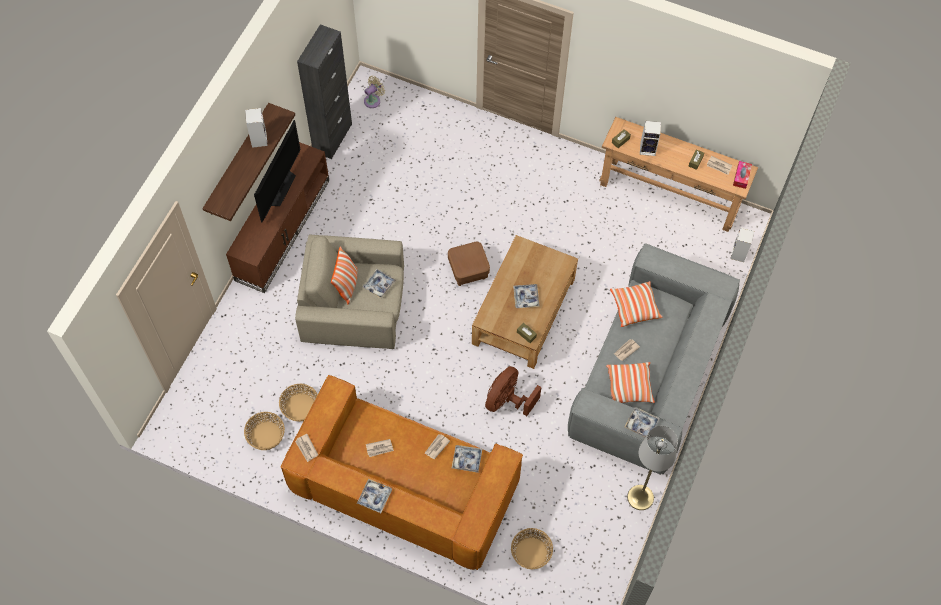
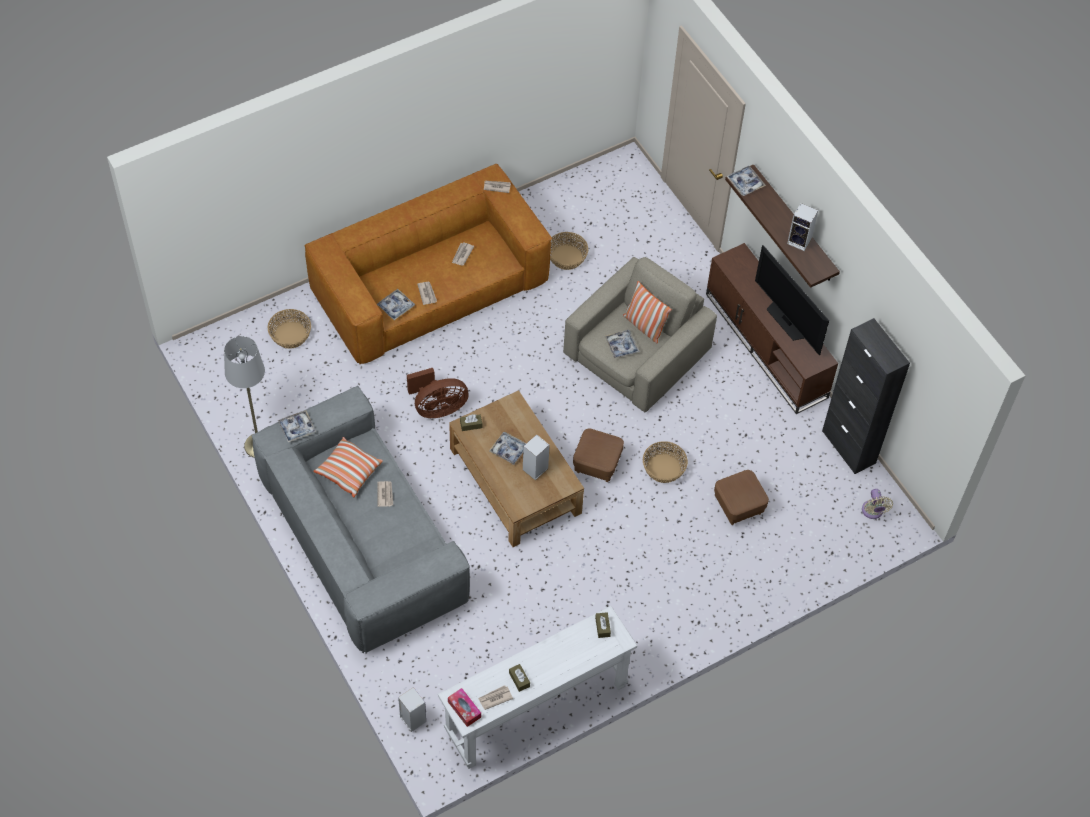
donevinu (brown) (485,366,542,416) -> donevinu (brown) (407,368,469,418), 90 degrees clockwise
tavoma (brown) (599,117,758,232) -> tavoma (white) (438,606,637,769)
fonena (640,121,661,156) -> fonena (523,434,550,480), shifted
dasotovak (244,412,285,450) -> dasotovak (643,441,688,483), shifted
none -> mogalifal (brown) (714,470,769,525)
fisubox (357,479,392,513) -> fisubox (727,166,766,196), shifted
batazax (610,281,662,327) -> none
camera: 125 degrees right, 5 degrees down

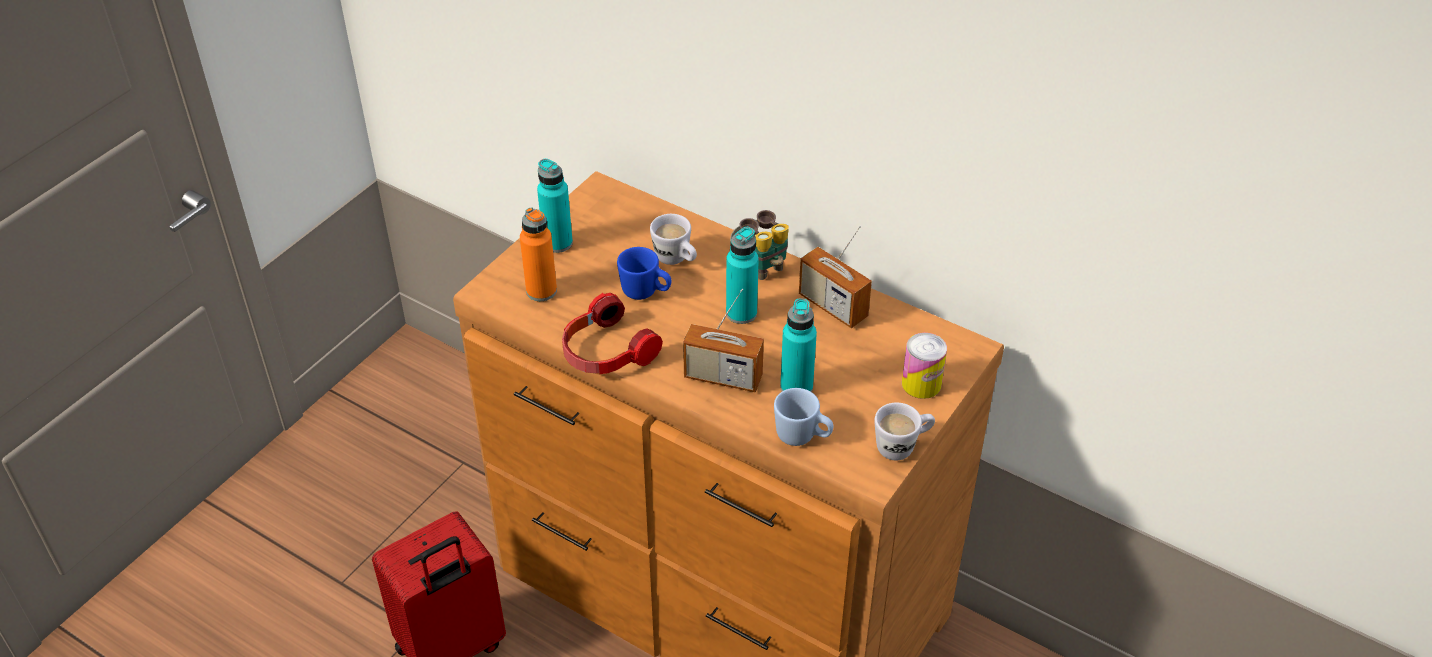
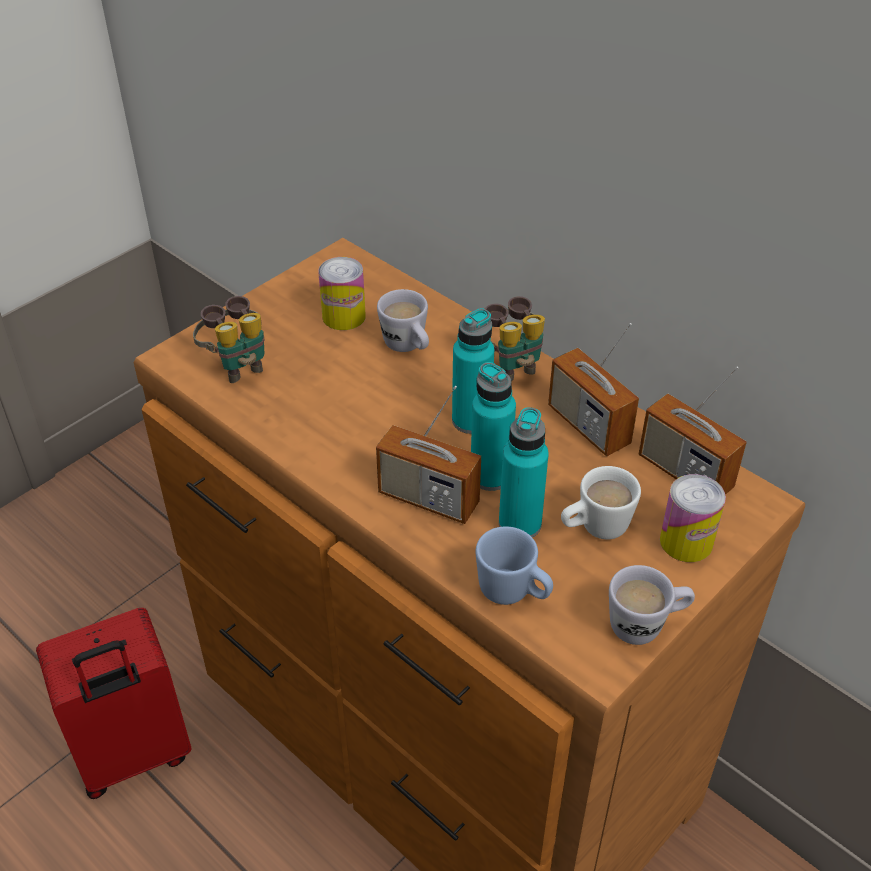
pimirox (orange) (520,207,557,301) -> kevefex (193,296,265,383)
none -> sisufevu (318,257,366,330)
pimirox (turquoise) (537,159,573,253) -> pimirox (turquoise) (471,362,516,491), shifted
none -> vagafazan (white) (561,466,641,540)
none -> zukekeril (639,366,747,495)
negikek (562,293,663,374) -> none
vagafazan (blue) (617,247,671,300) -> none
camera: 10 degrees right, 0 degrees up

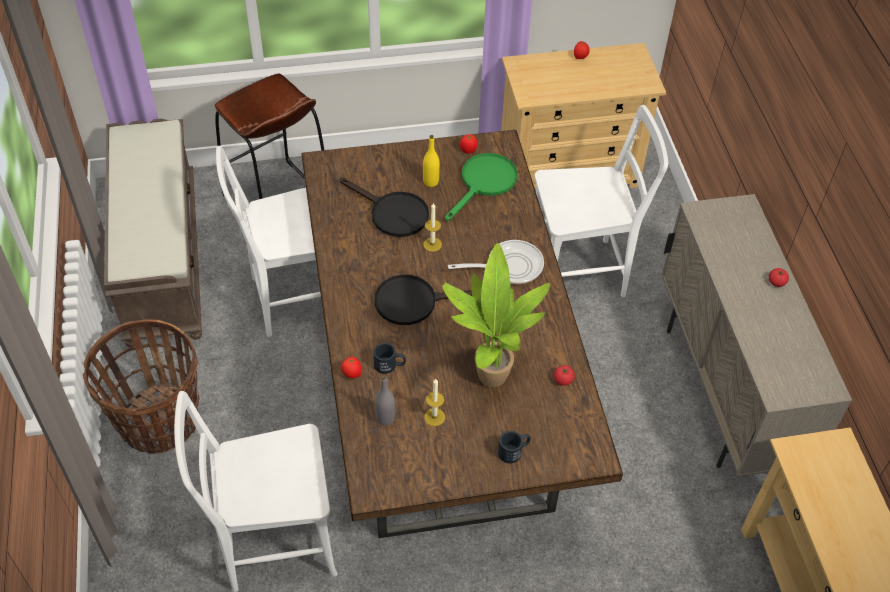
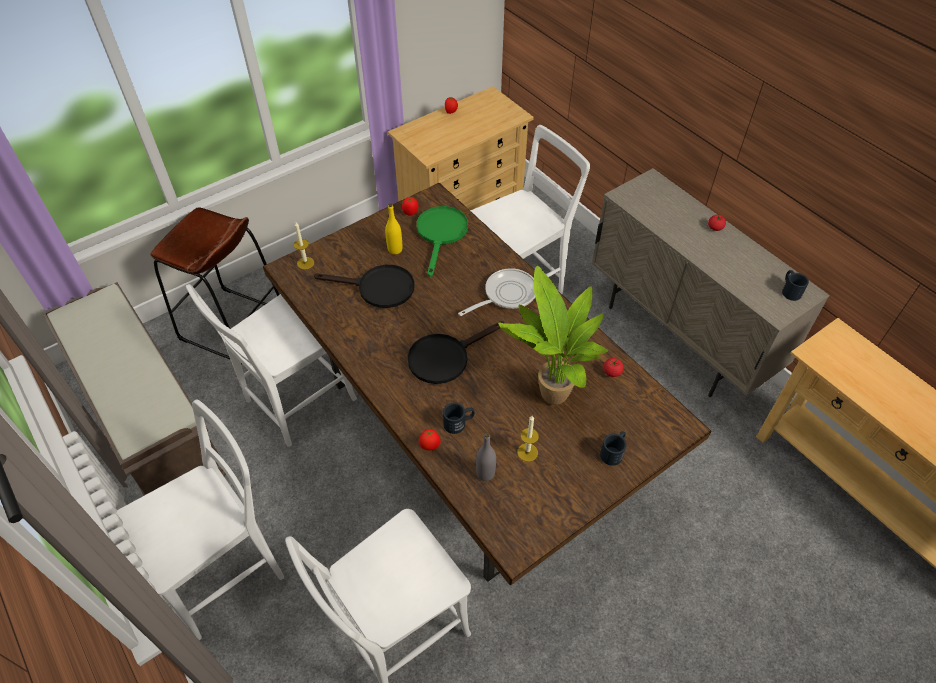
dasotovak (83,320,199,454) -> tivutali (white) (116,399,284,640)
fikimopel (423,203,442,252) -> fikimopel (294,222,314,270), shifted
none -> vagafazan (black) (782,270,809,301)
camera: 25 degrees left, 0 degrees up

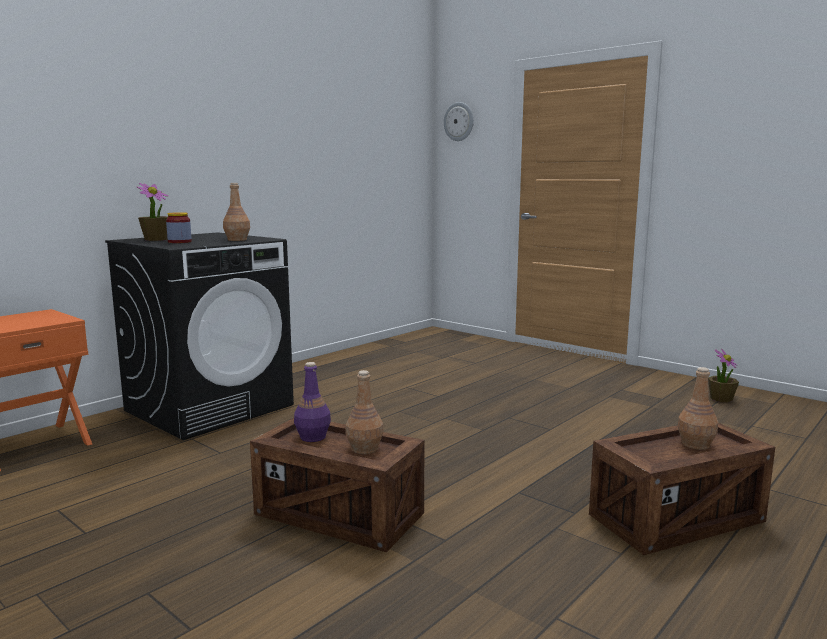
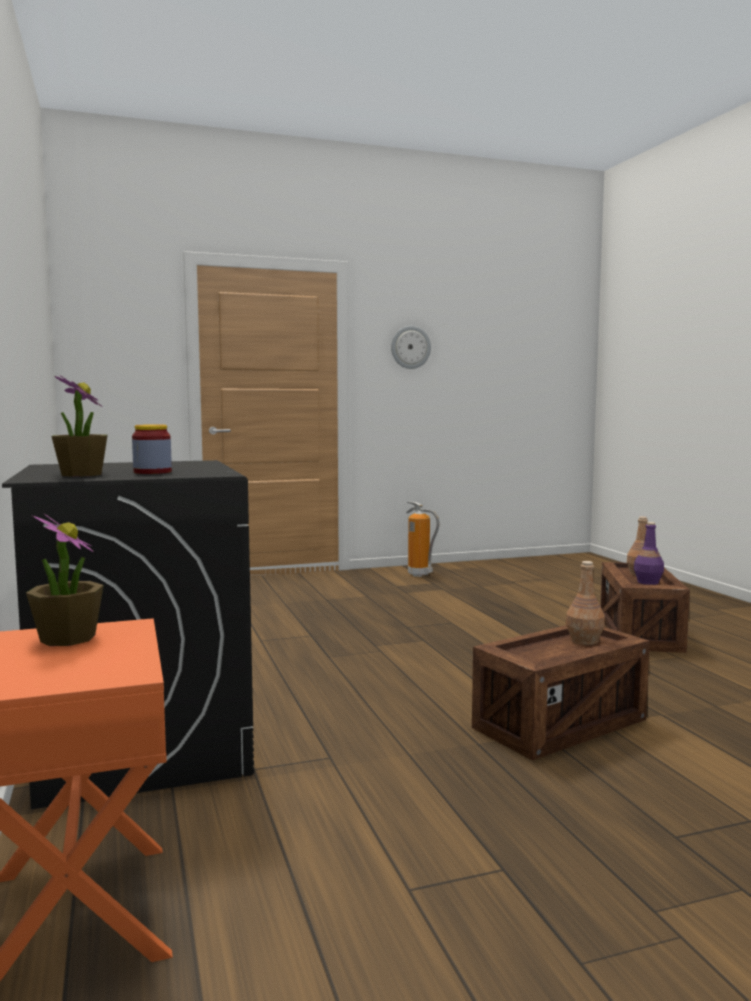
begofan (708,349,739,403) -> begofan (26,513,104,646), shifted
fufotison (444,102,474,141) -> fufotison (391,326,431,369), shifted
none -> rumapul (406,502,440,577)
pimirox (purple) (294,362,331,442) -> pimirox (purple) (634,522,664,585), shifted
pimirox (brown) (223,183,250,241) -> none
camera: 60 degrees left, 5 degrees down

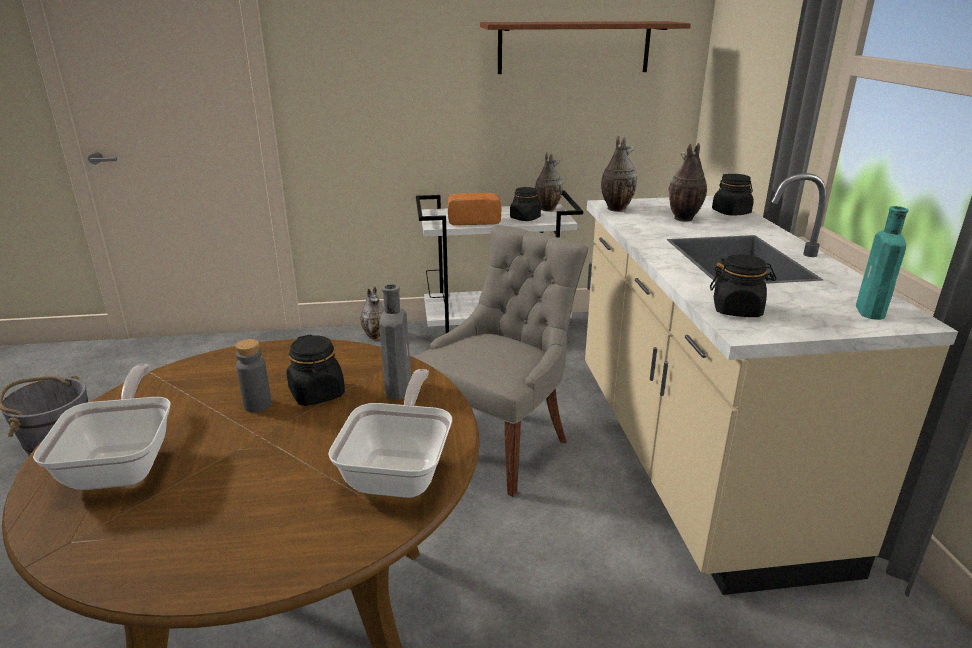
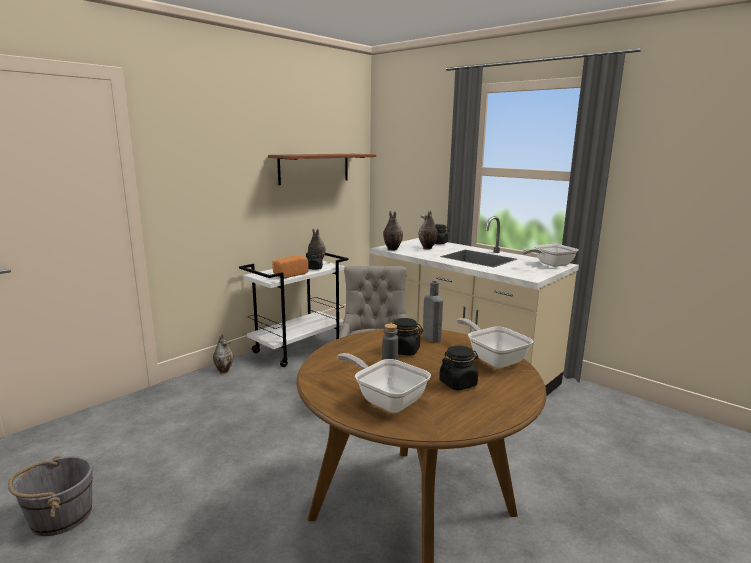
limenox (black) (710,254,776,317) -> limenox (black) (439,345,478,390), shifted
pimirox (turquoise) (856,206,909,320) -> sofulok (522,244,578,267)
camera: 40 degrees left, 10 degrees down

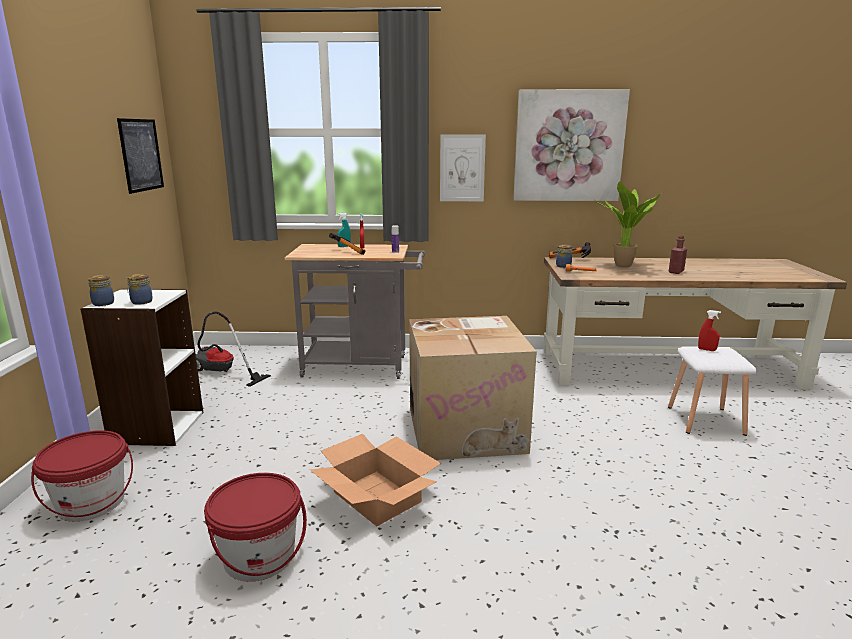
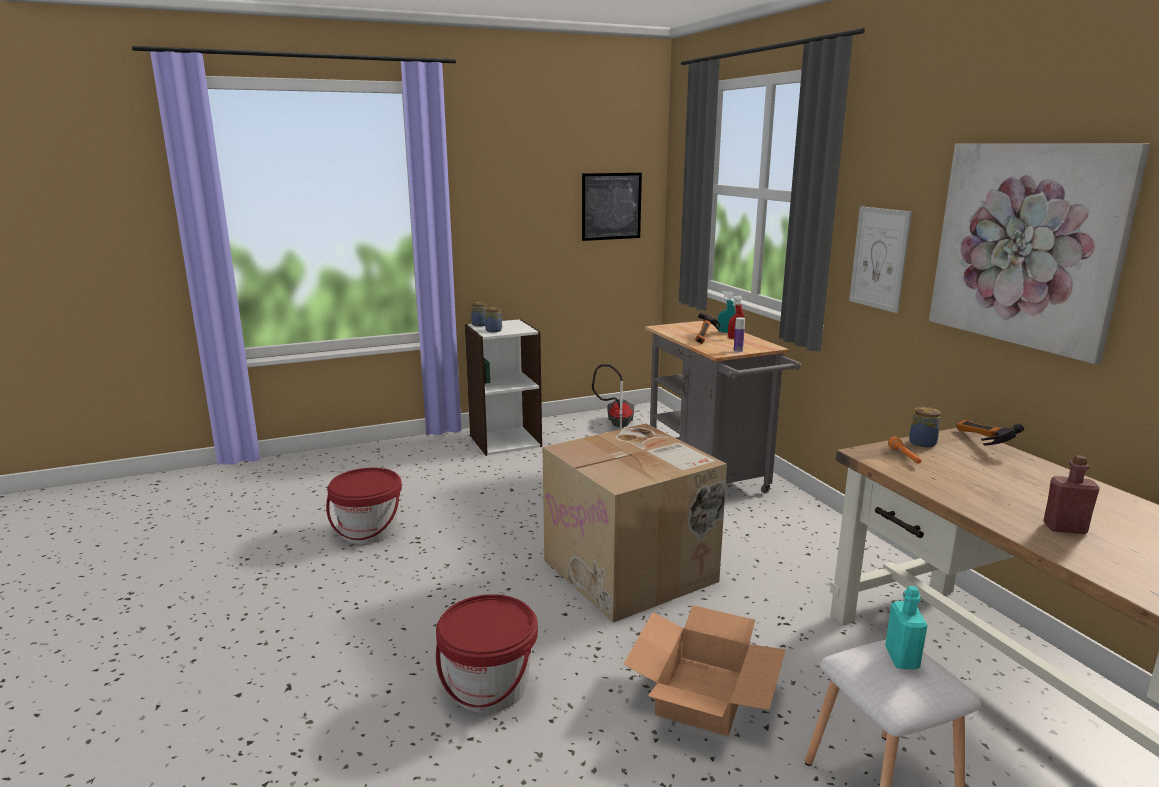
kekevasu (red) (31,430,133,522) -> kekevasu (red) (436,594,538,713), shifted
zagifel (310,434,441,526) -> zagifel (623,605,786,736), shifted
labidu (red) (698,310,721,351) -> pimirox (turquoise) (885,586,928,669)
begofan (596,181,663,268) -> none
camera: 65 degrees right, 0 degrees up

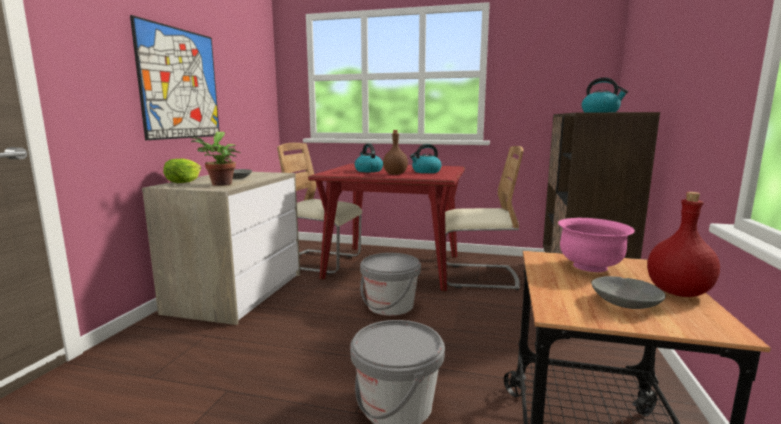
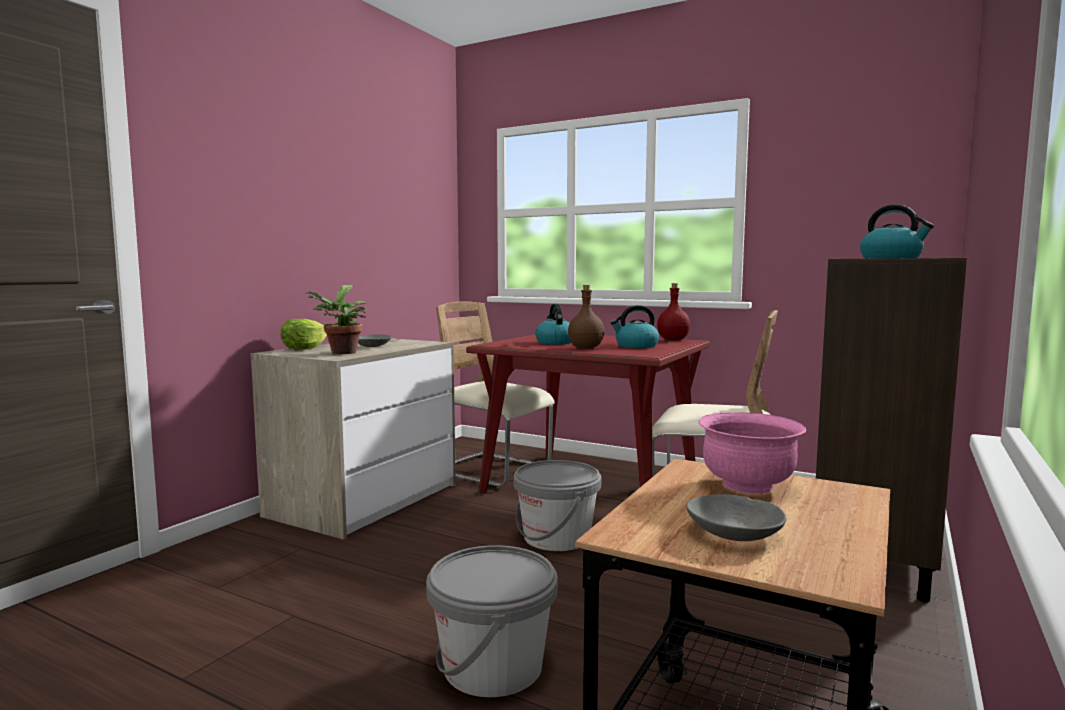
pimirox (red) (647,192,720,297) -> pimirox (red) (657,283,690,340), shifted
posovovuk (130,15,220,140) -> none
camera: 15 degrees right, 5 degrees down

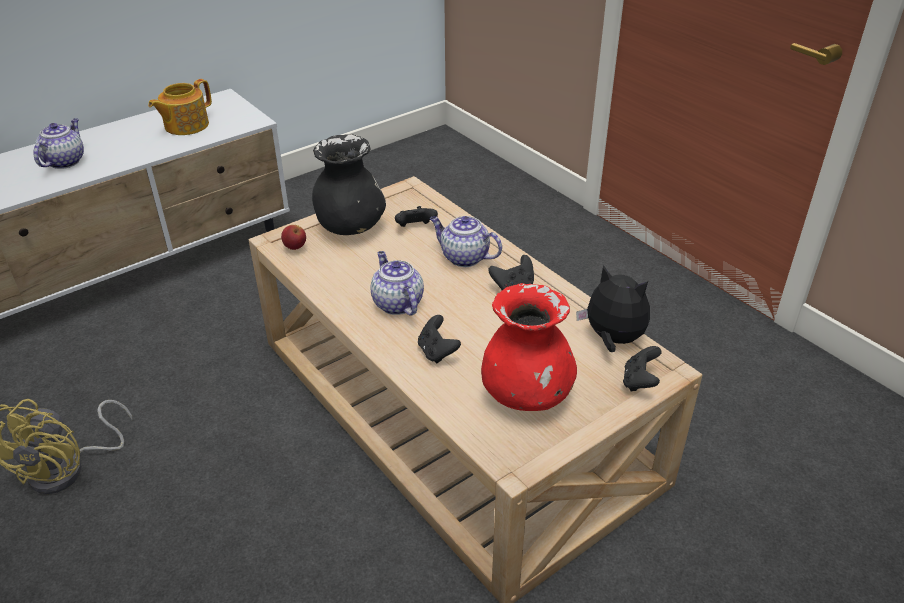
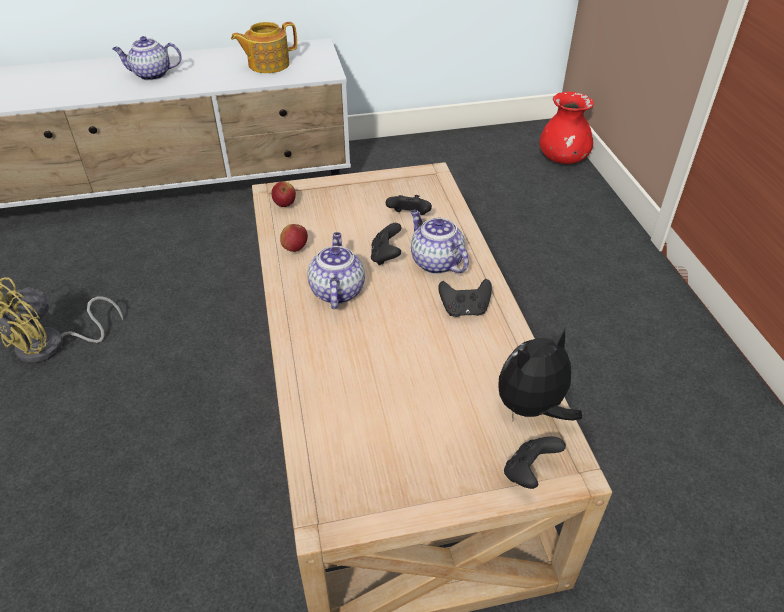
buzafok (34,118,84,169) -> buzafok (112,36,181,81), 135 degrees counterclockwise
none -> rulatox (280,224,308,252)
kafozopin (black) (418,315,461,364) -> kafozopin (black) (371,223,402,265), shifted
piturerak (576,265,650,352) -> piturerak (498,328,582,420), 90 degrees counterclockwise
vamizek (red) (481,283,577,411) -> vamizek (red) (539,92,594,164), shifted
vamizek (black) (312,134,386,235) -> none
camera: 25 degrees right, 5 degrees up

